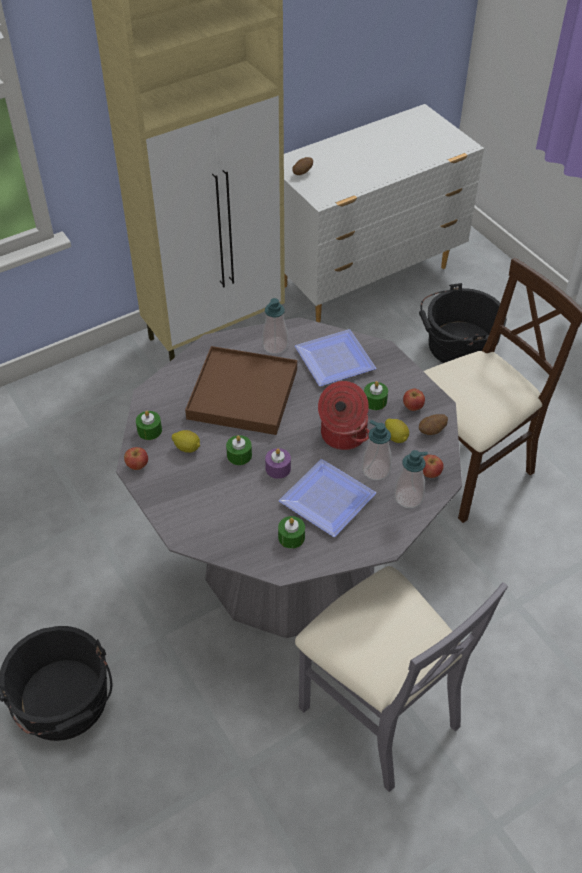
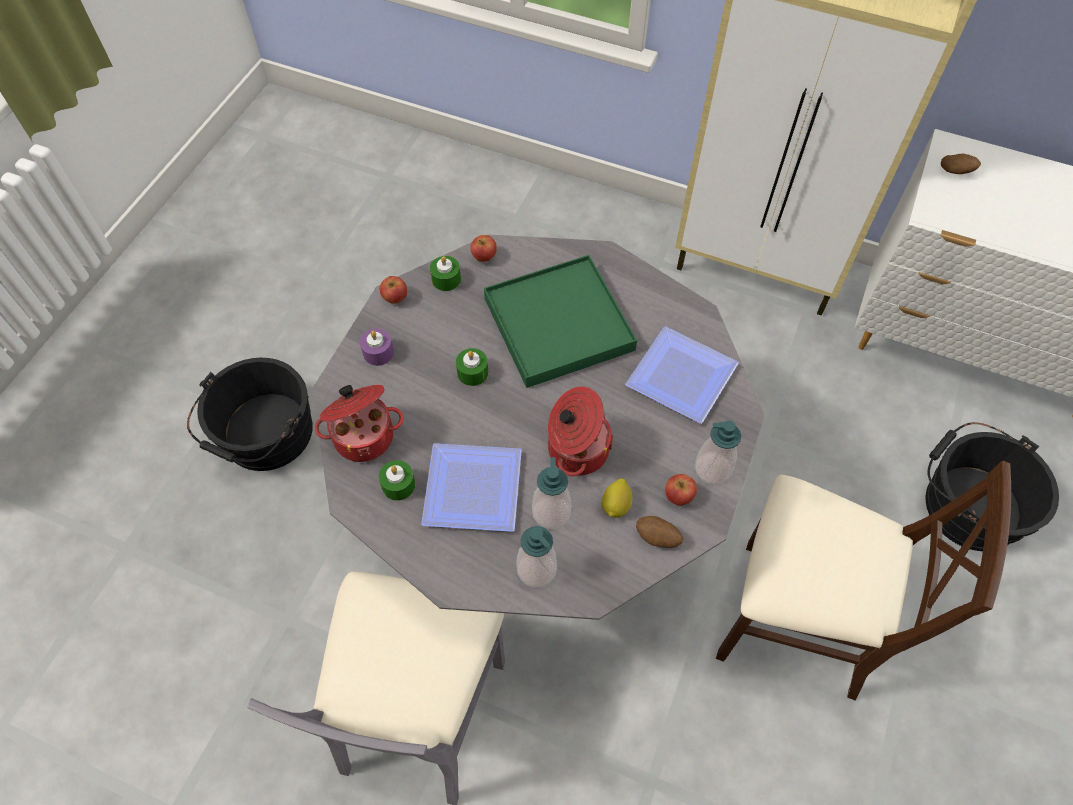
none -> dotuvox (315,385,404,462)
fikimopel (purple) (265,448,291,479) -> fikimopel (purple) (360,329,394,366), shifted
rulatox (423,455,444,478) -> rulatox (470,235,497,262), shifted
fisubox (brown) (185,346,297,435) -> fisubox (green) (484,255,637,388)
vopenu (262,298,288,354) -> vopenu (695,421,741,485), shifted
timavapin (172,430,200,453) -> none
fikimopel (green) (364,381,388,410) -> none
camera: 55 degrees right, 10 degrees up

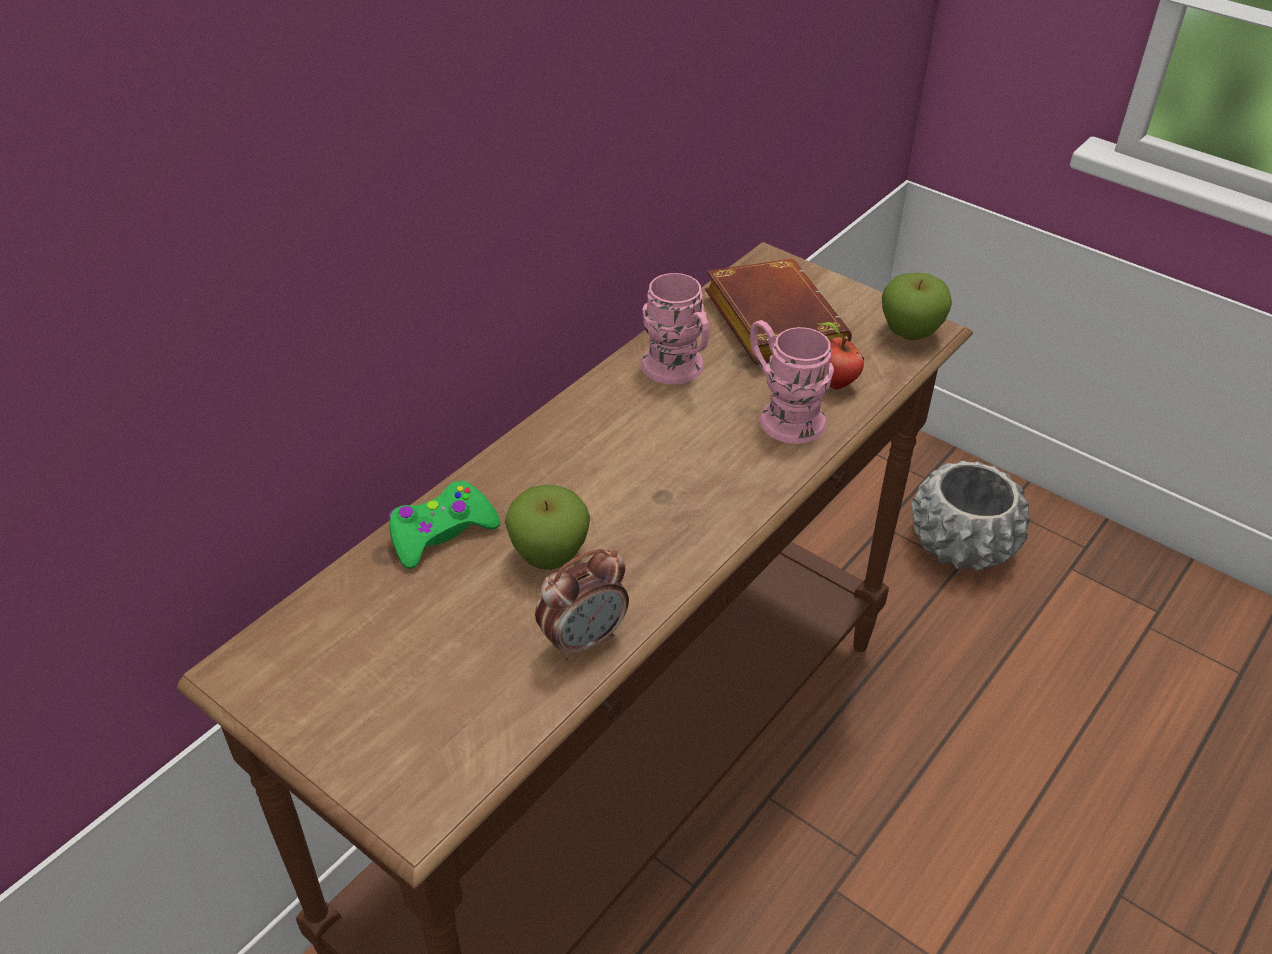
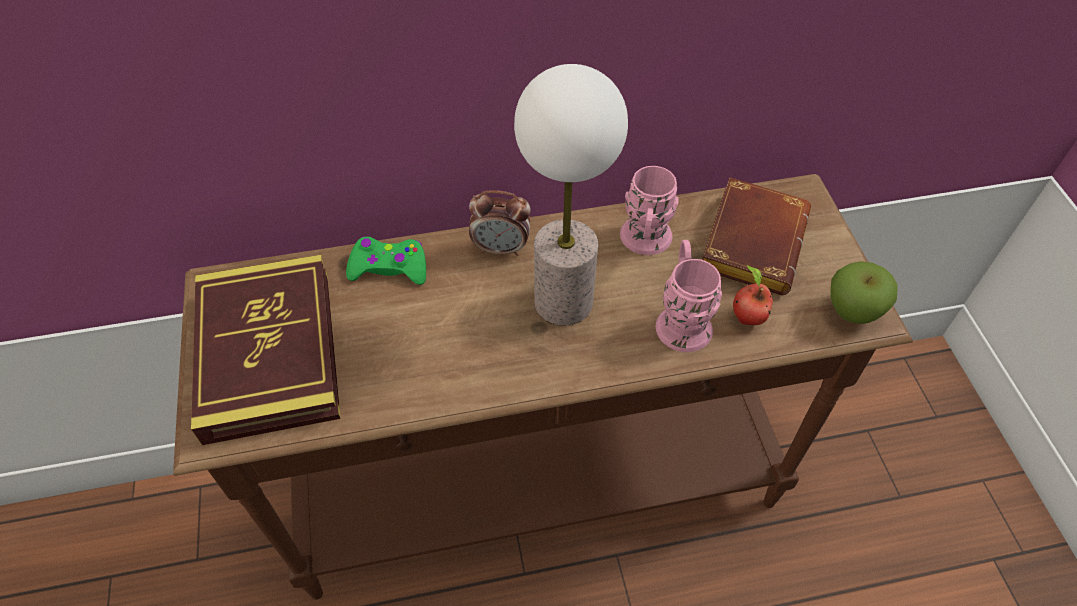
none -> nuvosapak (191,255,341,445)
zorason (535,549,629,661) -> zorason (469,190,531,256), shifted
none -> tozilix (514,64,628,326)
rulatox (505,485,590,570) -> none
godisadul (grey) (911,460,1030,571) -> none
camera: 40 degrees right, 10 degrees up

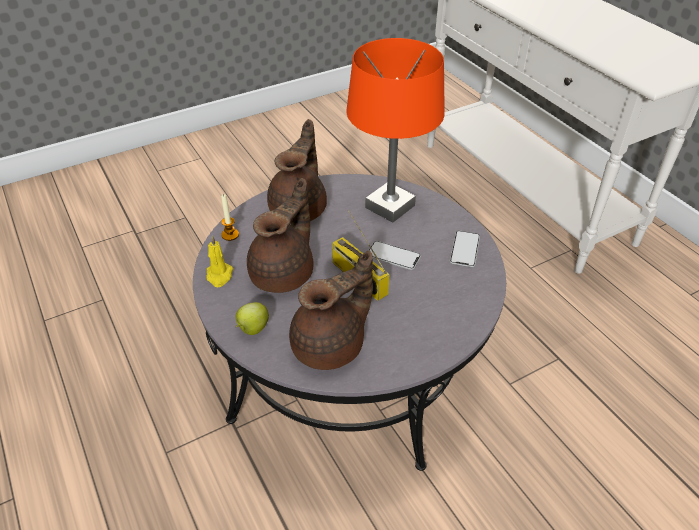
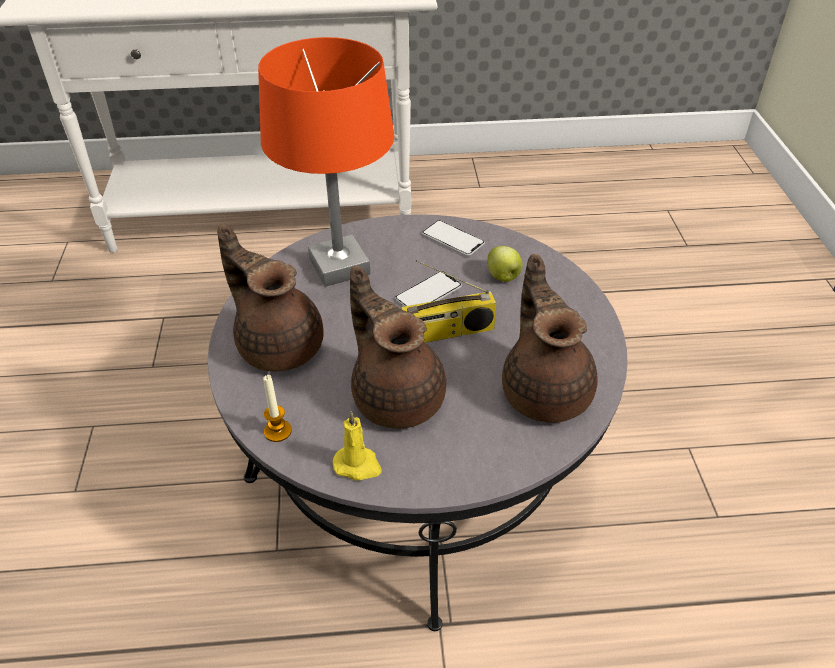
rulatox (235,302,269,335) -> rulatox (487,246,523,282), shifted
camera: 65 degrees left, 0 degrees up

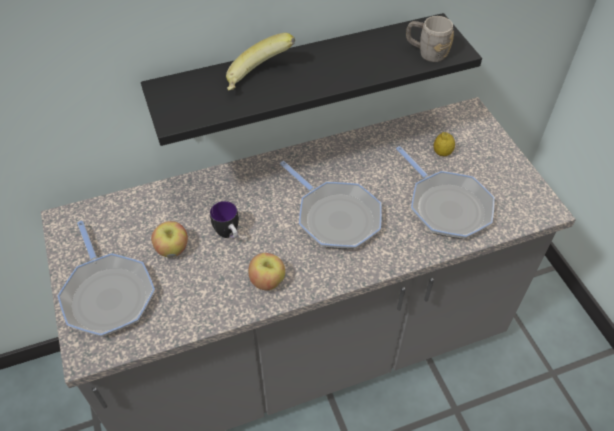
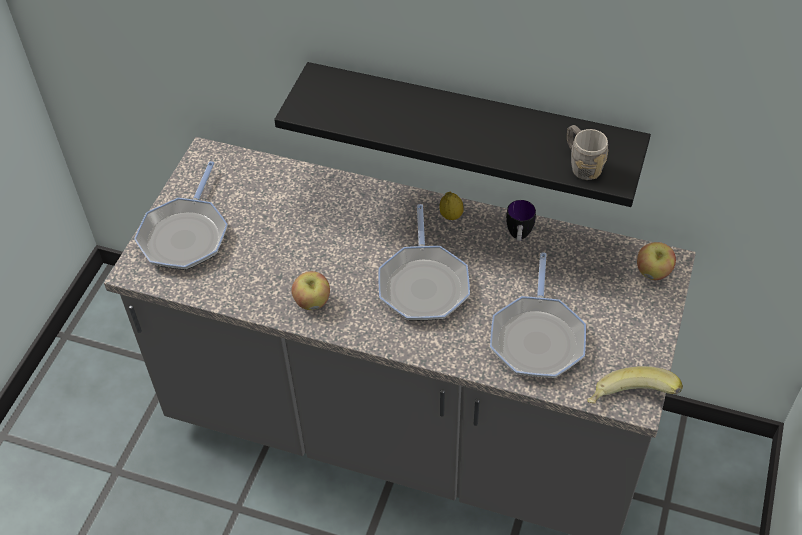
timavapin (434,132,455,156) -> timavapin (439,192,464,220), shifted
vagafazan (210,201,239,238) -> vagafazan (506,200,536,241), shifted
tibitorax (226,33,295,91) -> tibitorax (587,366,683,403), shifted
rulatox (151,221,188,257) -> rulatox (637,242,676,280), shifted
camera: 40 degrees right, 0 degrees up

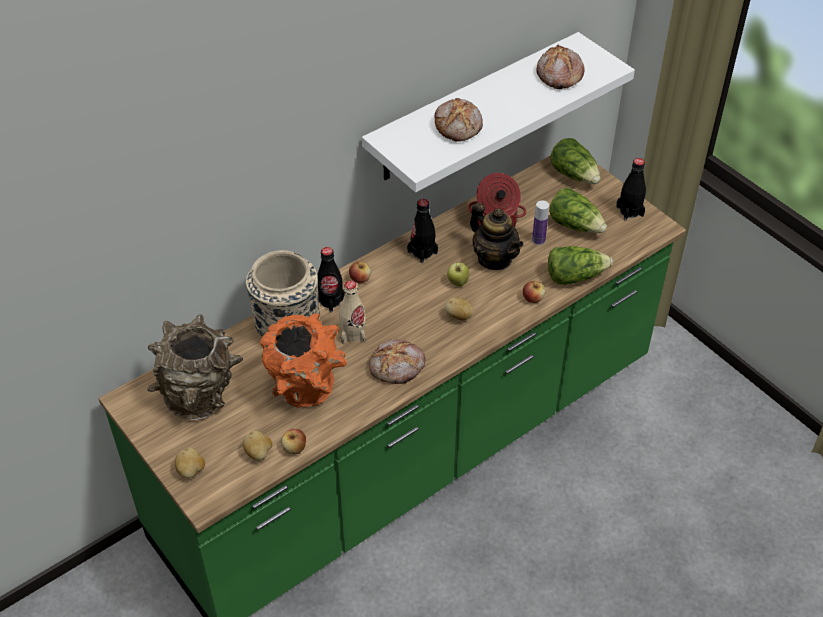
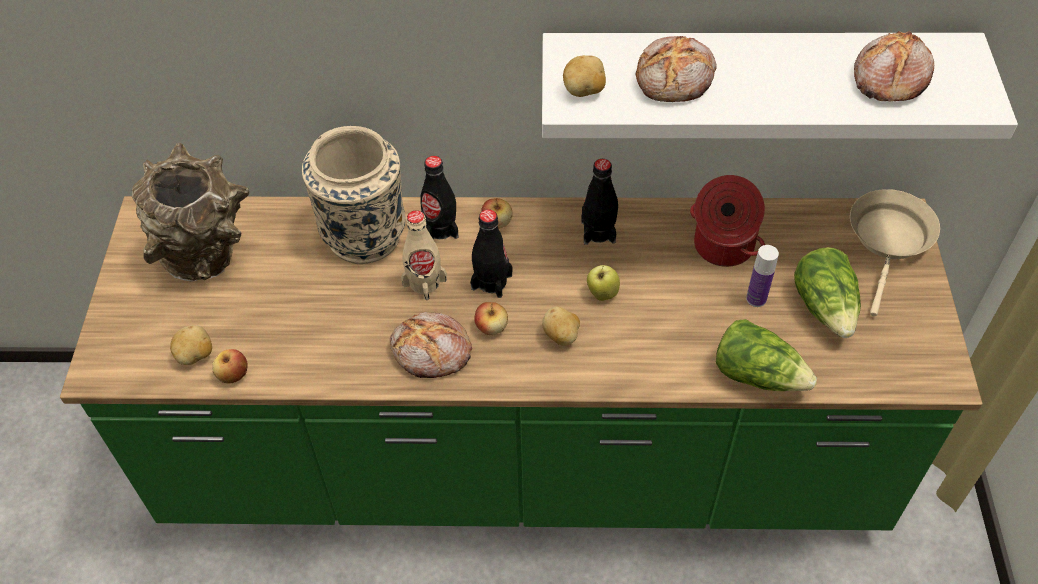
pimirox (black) (616,158,646,221) -> pimirox (black) (470,209,513,298), shifted
rulatox (523,281,545,303) -> rulatox (474,302,508,335), shifted
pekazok (175,448,205,479) -> pekazok (563,55,606,97), shifted
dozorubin (550,138,600,184) -> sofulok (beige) (850,189,940,317)
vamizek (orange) (260,313,347,408) -> none
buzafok (470,203,523,270) -> none
camera: 40 degrees right, 5 degrees up

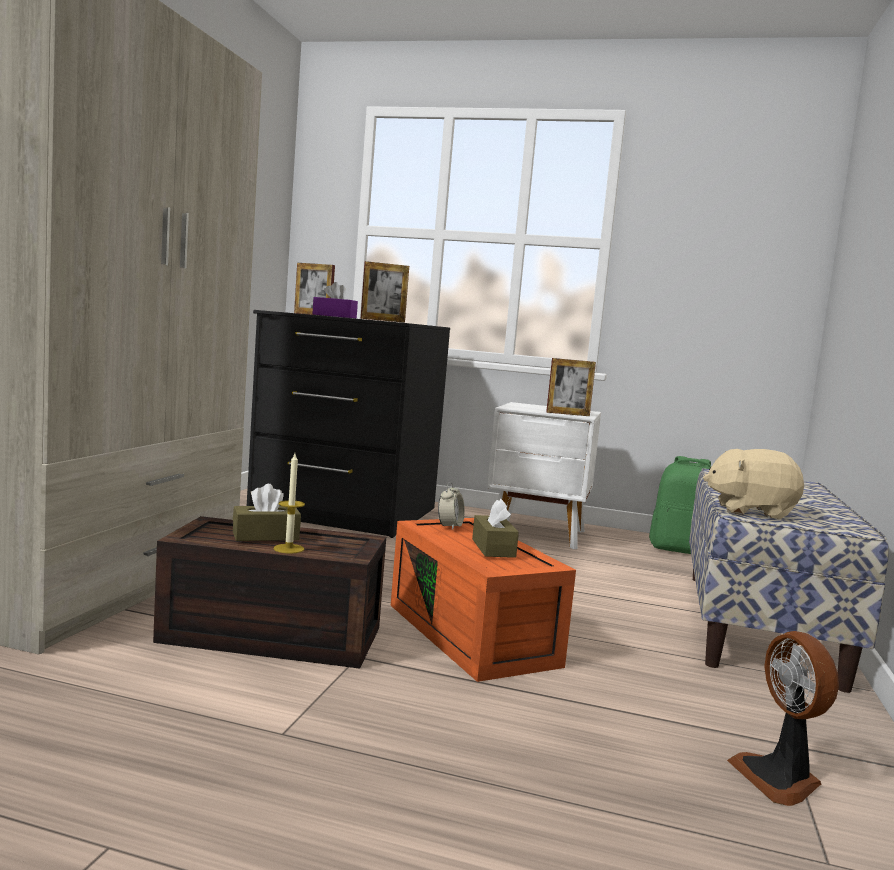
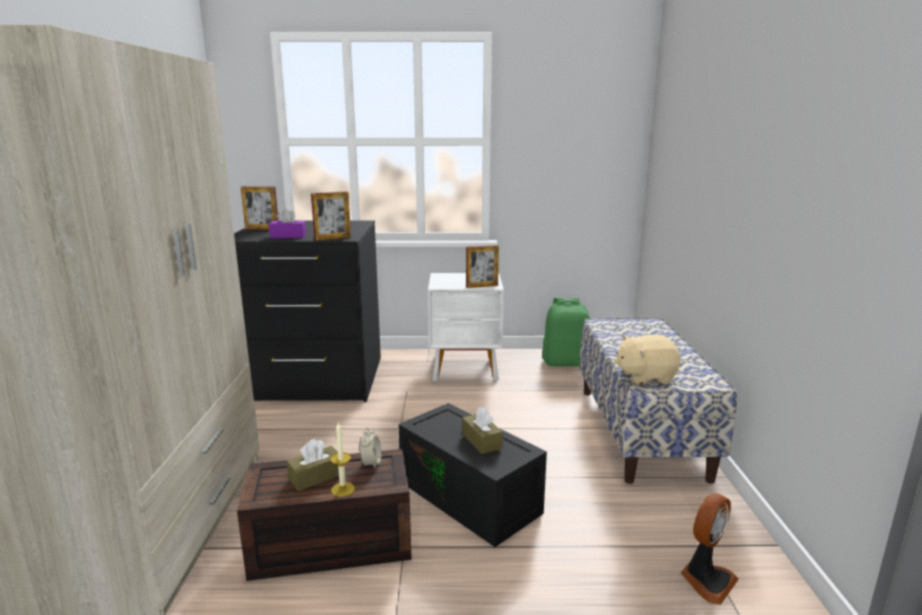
zorason (438,482,465,530) -> zorason (359,427,381,468), shifted
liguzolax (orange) (391,518,576,682) -> liguzolax (black) (398,403,547,547)
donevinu (727,631,839,806) -> donevinu (681,493,739,605), 105 degrees counterclockwise
camera: 15 degrees left, 10 degrees up

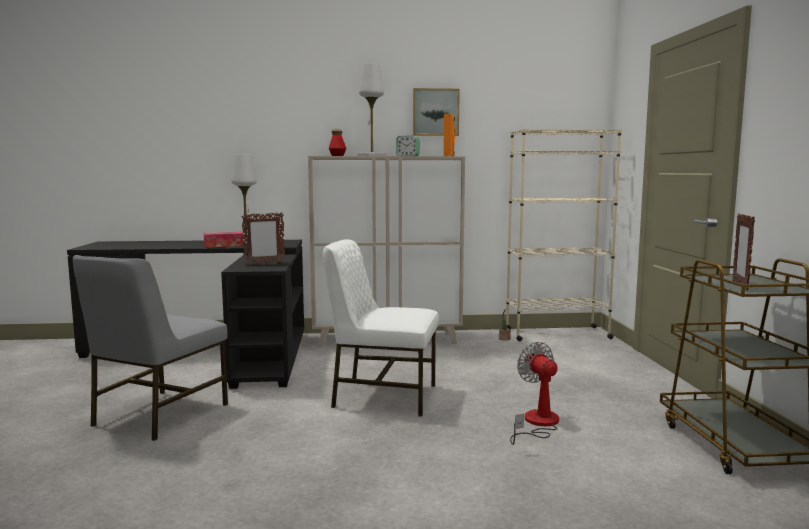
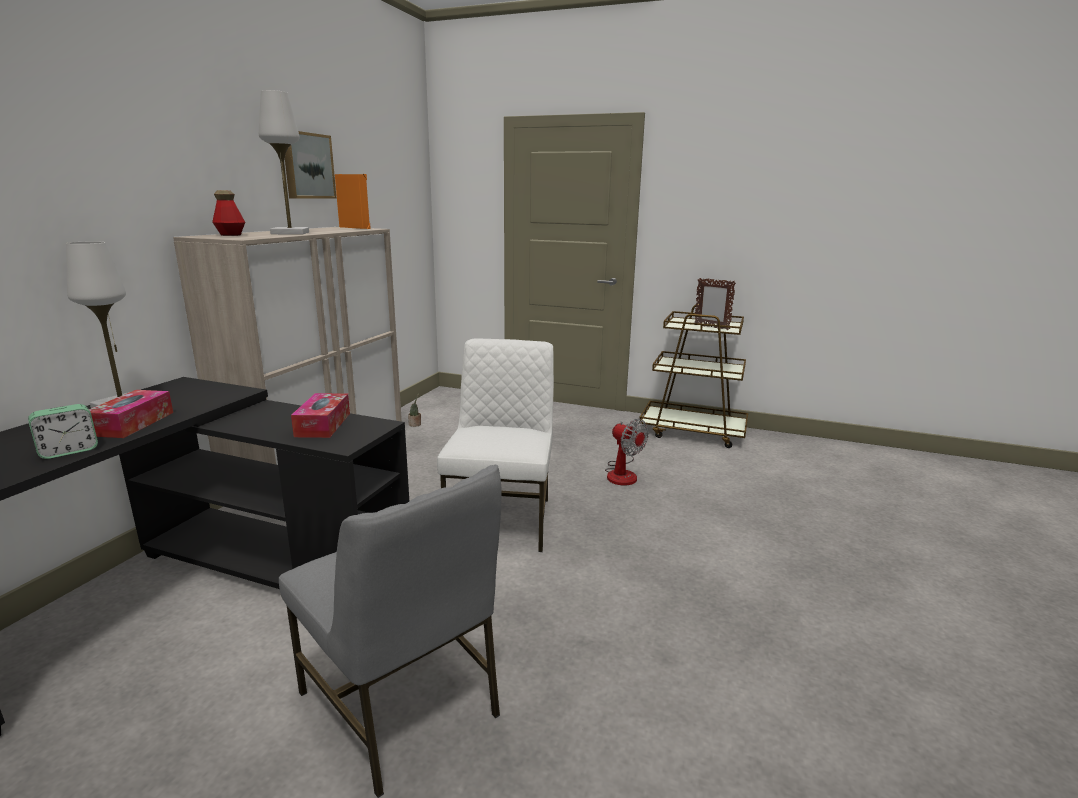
zorason (396,135,420,156) -> zorason (28,404,98,459), shifted
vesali (241,212,285,265) -> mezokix (291,393,350,438)
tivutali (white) (323,239,439,417) -> tivutali (white) (437,338,554,552), 150 degrees clockwise
donevinu (510,342,559,445) -> donevinu (605,419,649,486), 135 degrees counterclockwise
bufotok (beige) (506,129,622,341) -> none
camera: 65 degrees left, 10 degrees up

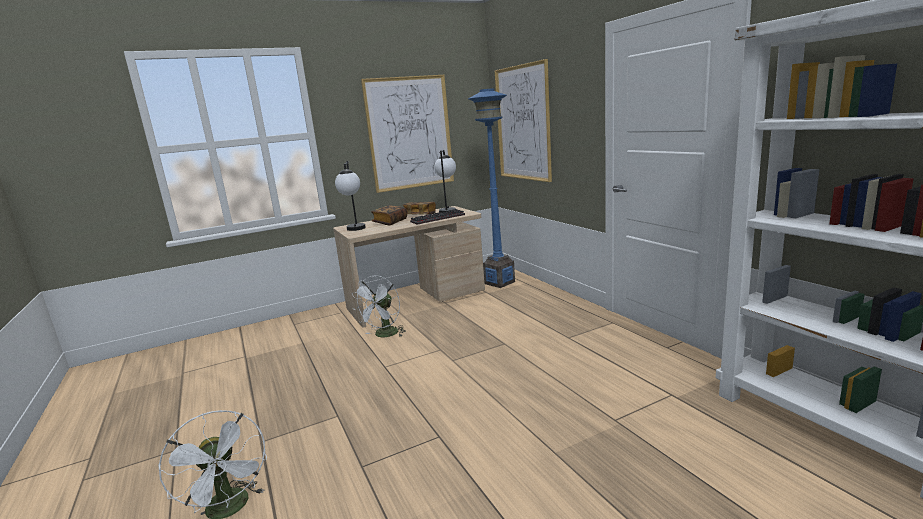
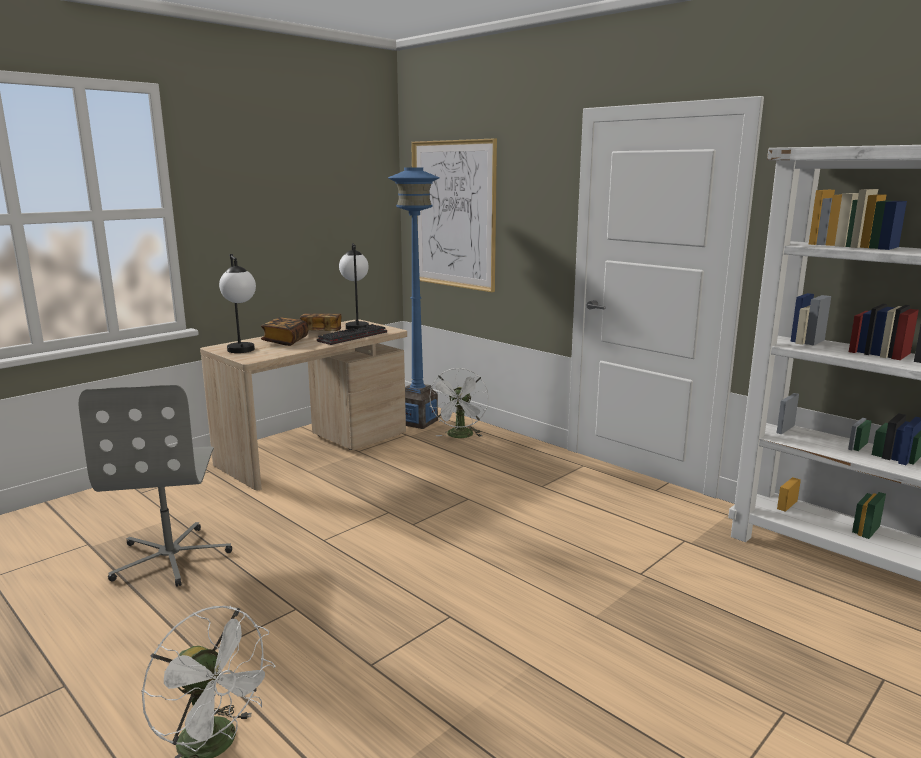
none -> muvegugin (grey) (78,385,232,587)
donevinu (white) (352,275,406,337) -> donevinu (white) (429,368,489,438), shifted
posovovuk (361,75,454,193) -> none
camera: 20 degrees left, 0 degrees up

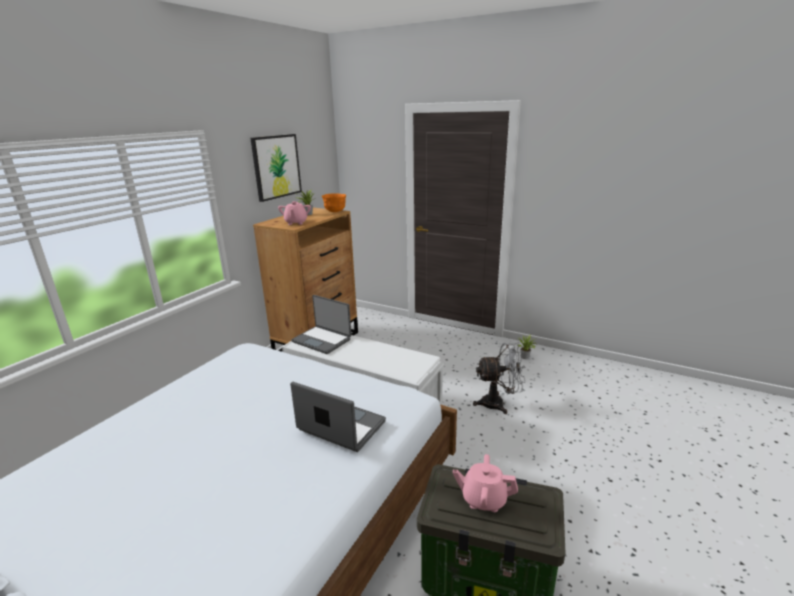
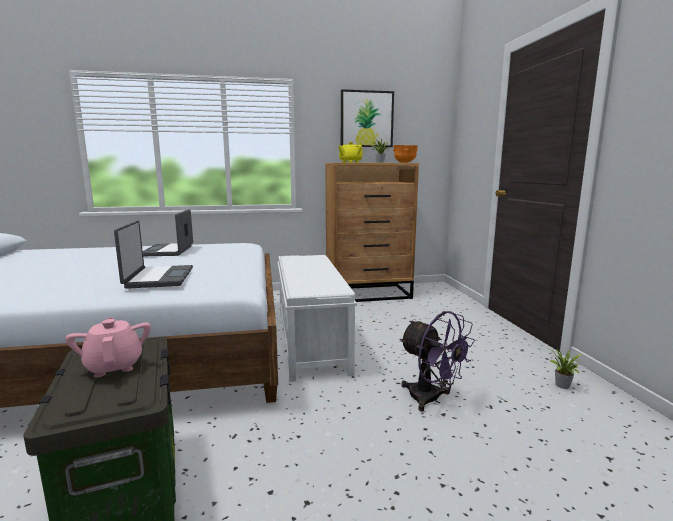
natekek (291,295,351,354) -> natekek (143,209,193,256), shifted
buzafok (pink) (278,201,311,225) -> buzafok (yellow) (338,142,363,163)
donevinu (grey) (473,343,526,414) -> donevinu (purple) (399,311,475,412)
camera: 50 degrees right, 10 degrees down

